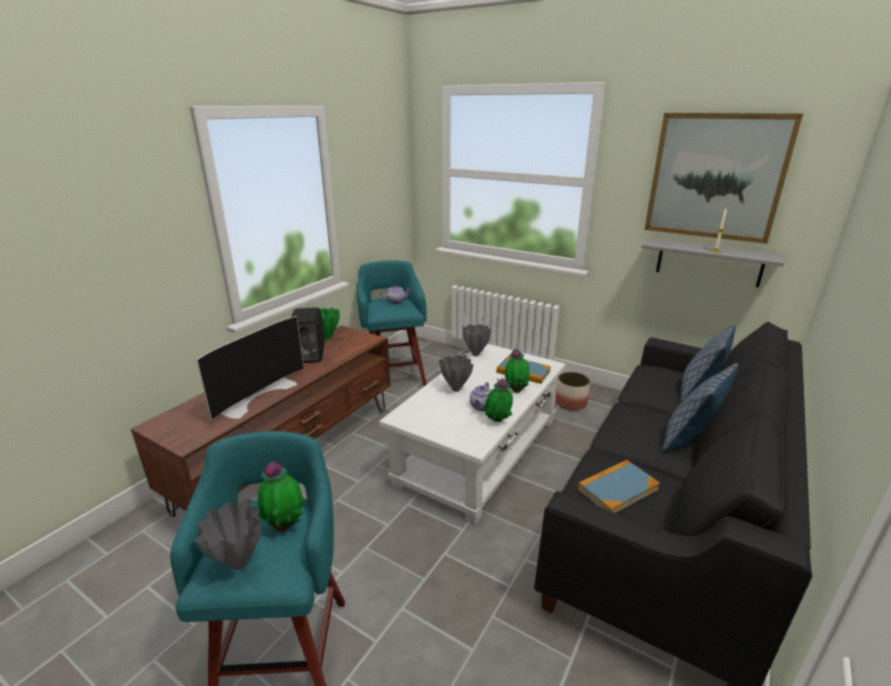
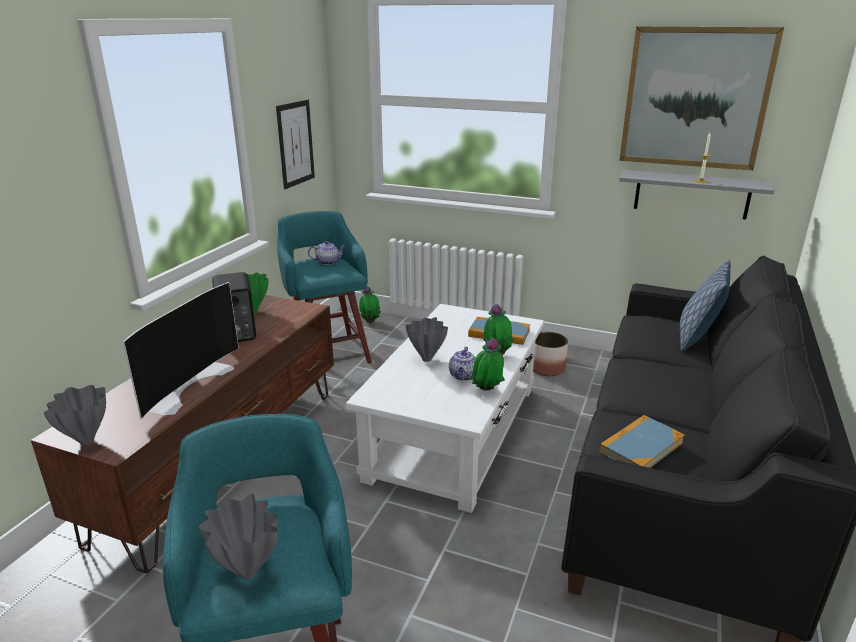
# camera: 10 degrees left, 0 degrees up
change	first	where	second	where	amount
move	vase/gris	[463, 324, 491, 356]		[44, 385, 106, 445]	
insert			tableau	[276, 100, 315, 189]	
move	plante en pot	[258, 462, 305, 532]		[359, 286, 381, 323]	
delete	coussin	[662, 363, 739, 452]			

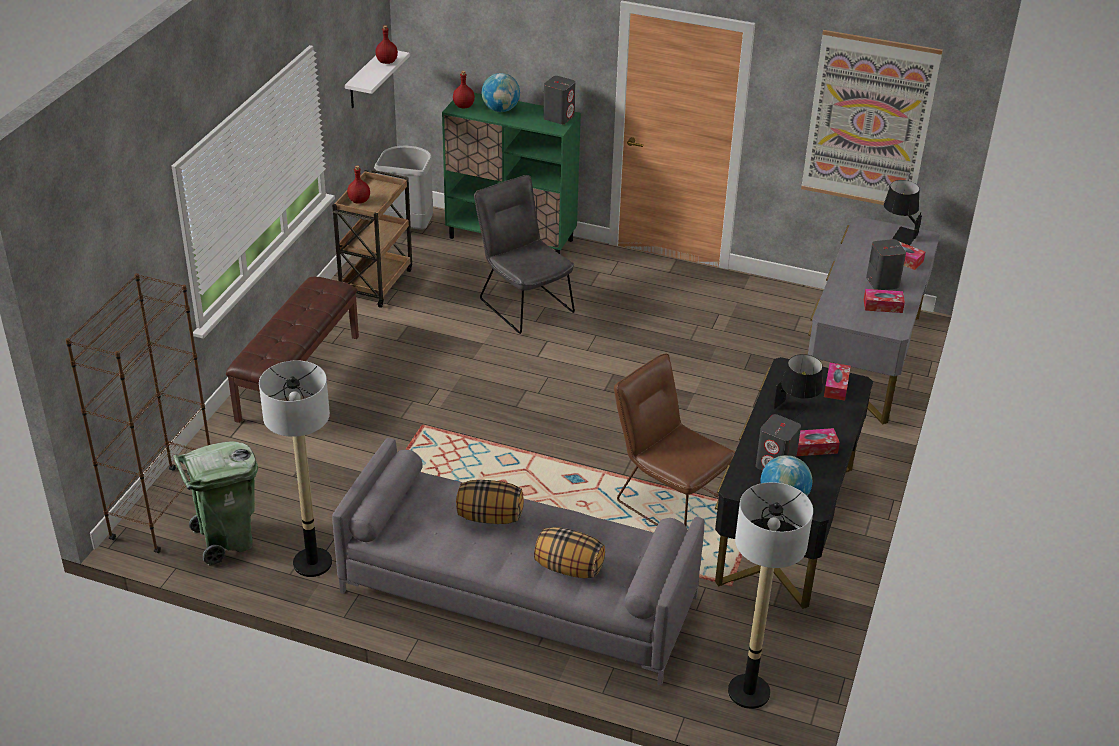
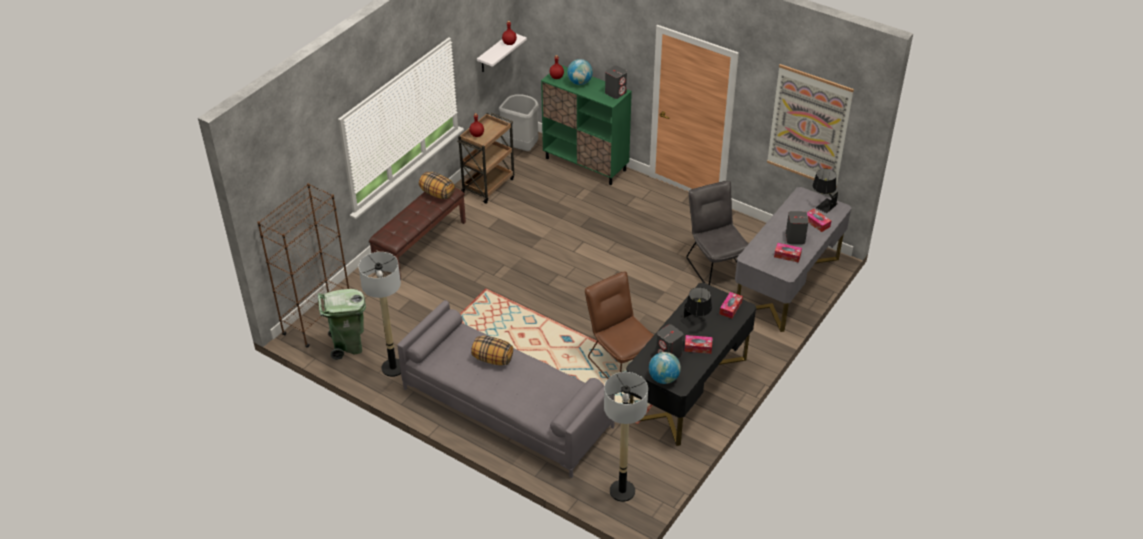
# camera: 15 degrees right, 5 degrees up
change	first	where	second	where	amount
move	coussin	[534, 527, 605, 578]		[419, 172, 455, 199]	
move	chaise/gris	[474, 175, 575, 334]		[686, 181, 748, 285]	

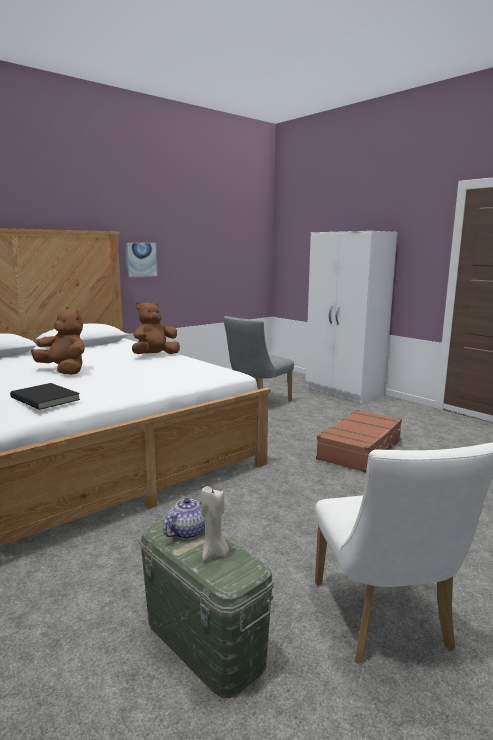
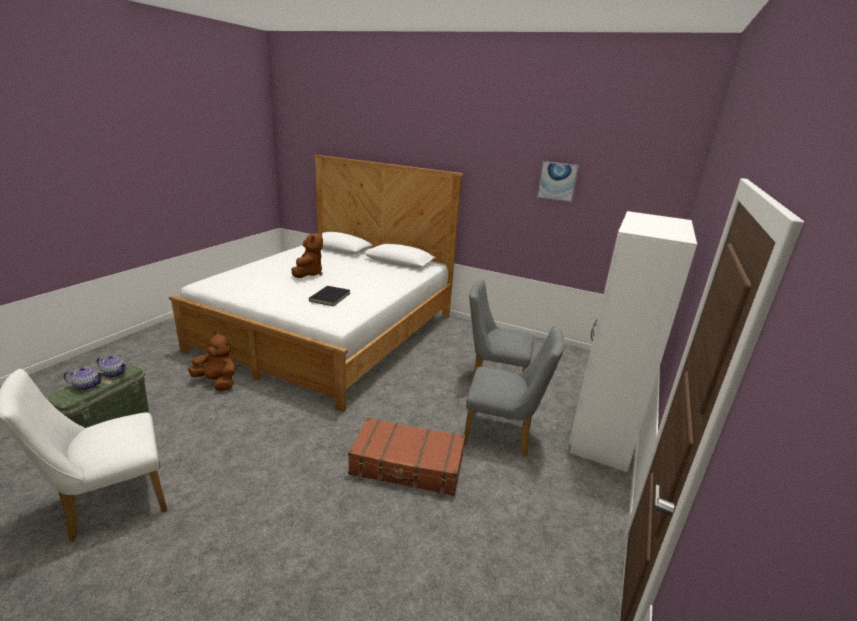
# camera: 65 degrees right, 10 degrees up
change	first	where	second	where	amount
replace	bougie/beige	[201, 486, 229, 561]	théière	[64, 367, 104, 391]	
move	peluche/marron	[132, 302, 180, 354]		[188, 332, 236, 391]	
move	livre/noir	[10, 383, 80, 410]		[309, 286, 350, 306]	
insert			chaise/gris	[464, 326, 564, 456]	
move	tableau	[125, 242, 158, 278]		[537, 161, 579, 202]	

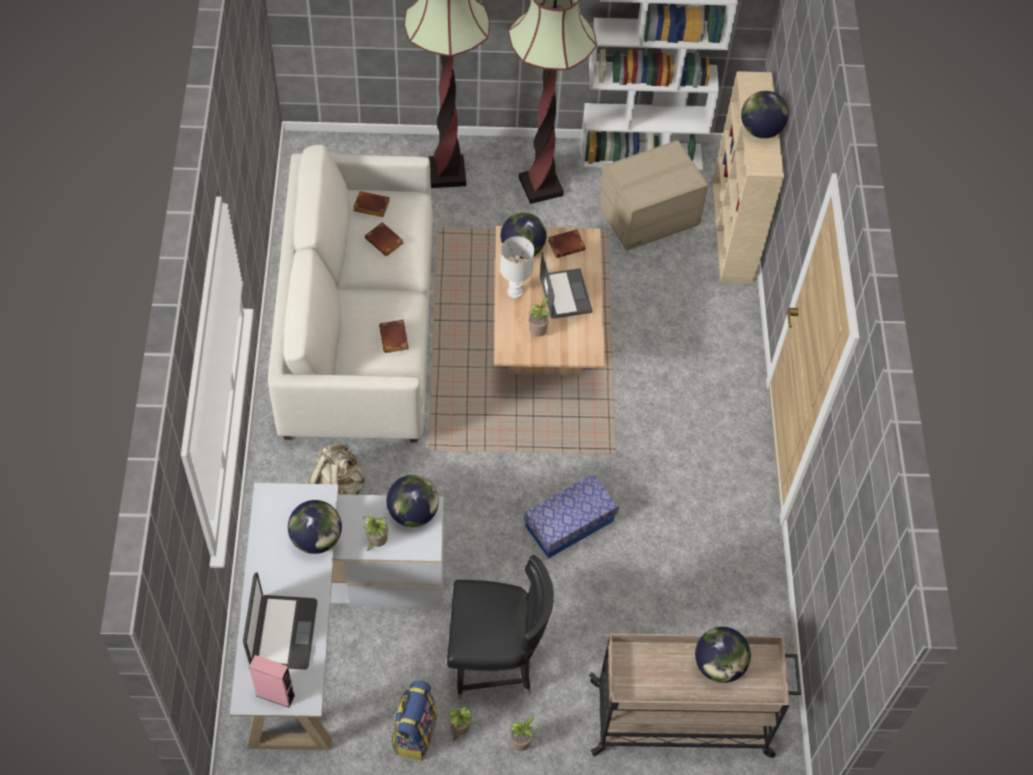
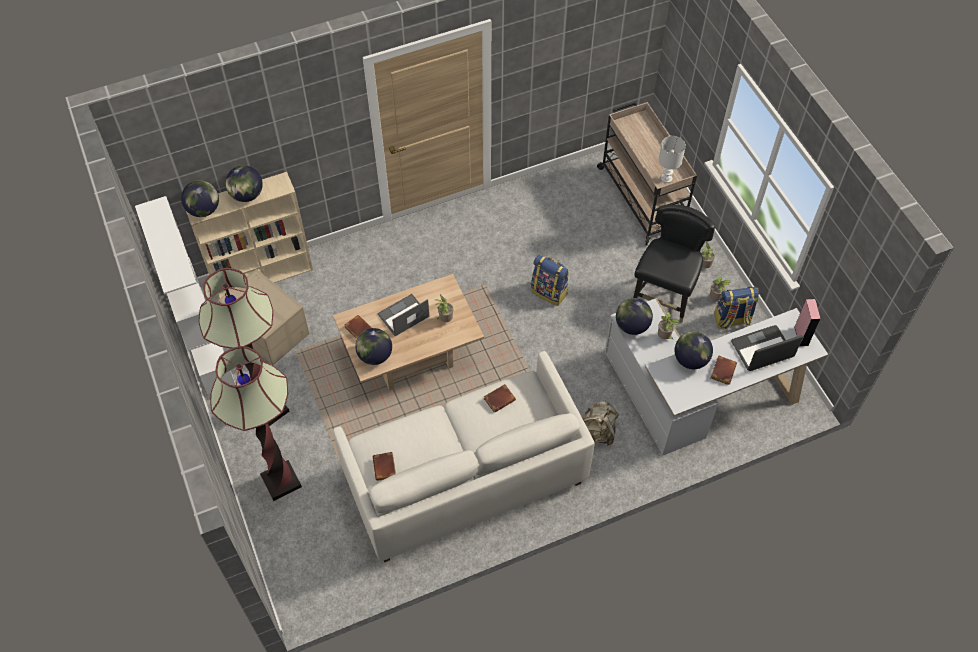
# camera: 110 degrees left, 0 degrees up
change	first	where	second	where	amount
move	globe	[695, 627, 751, 683]		[181, 180, 219, 217]	
replace	boîte de rangement	[524, 474, 619, 559]	sac à dos	[531, 255, 569, 306]	
rotate	chaise/noir	[447, 555, 554, 699]		[633, 204, 715, 323]	45 degrees clockwise
move	lampe de table/blanc	[500, 236, 534, 298]		[659, 136, 686, 183]	
move	livre/marron	[365, 222, 403, 256]		[710, 355, 737, 385]	

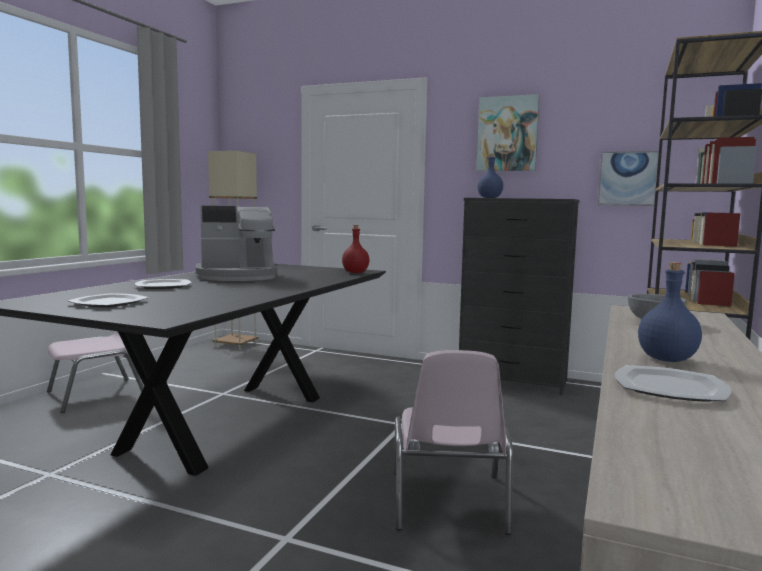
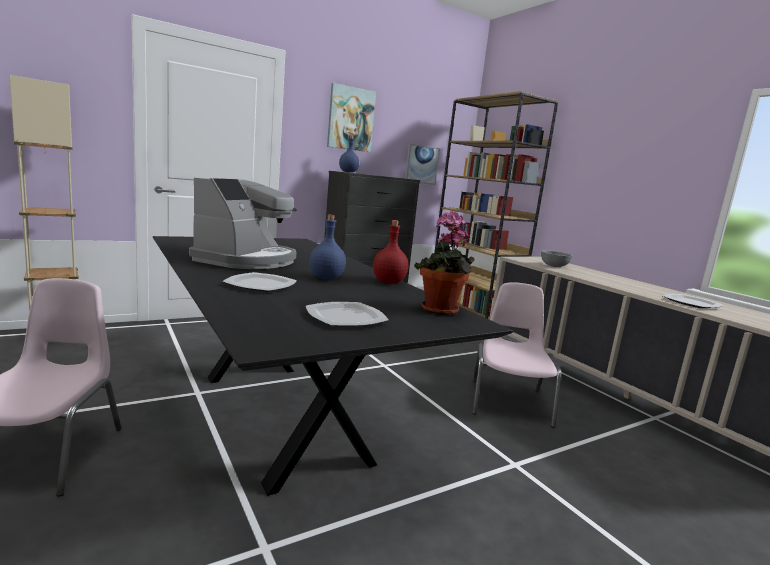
# camera: 55 degrees left, 5 degrees up
change	first	where	second	where	amount
move	bouteille/bleu	[638, 262, 702, 362]		[309, 215, 346, 280]	
move	bouteille/rouge	[342, 225, 370, 273]		[373, 220, 408, 283]	
insert			plante en pot	[414, 211, 475, 315]	
rotate	chaise/rose	[394, 350, 513, 535]		[472, 282, 561, 428]	120 degrees counterclockwise

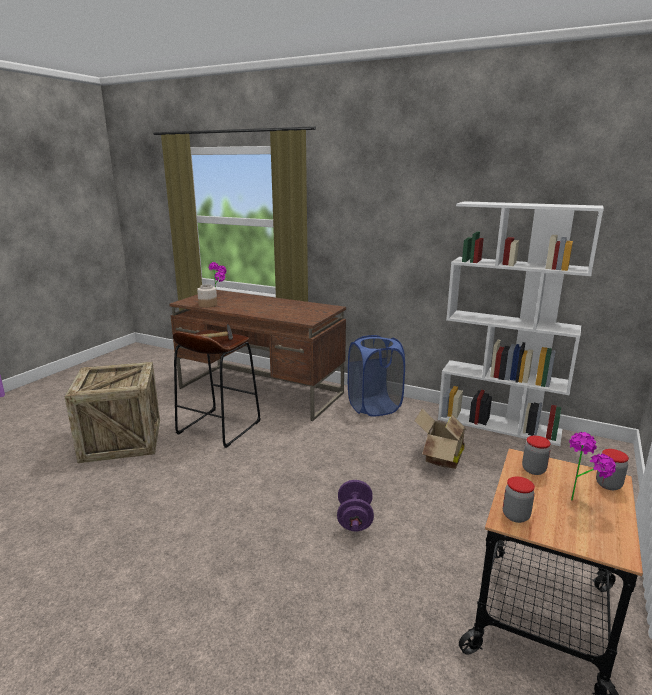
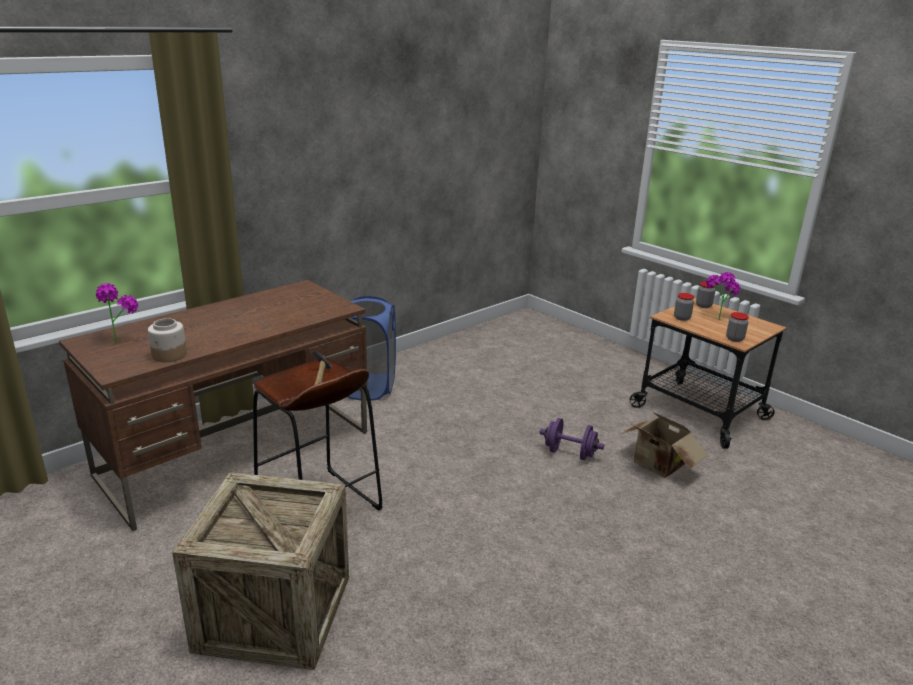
# camera: 70 degrees left, 5 degrees up
change	first	where	second	where	amount
move	carton	[414, 409, 466, 469]		[621, 412, 708, 478]	
delete	bibliothèque/blanc	[438, 201, 604, 446]			

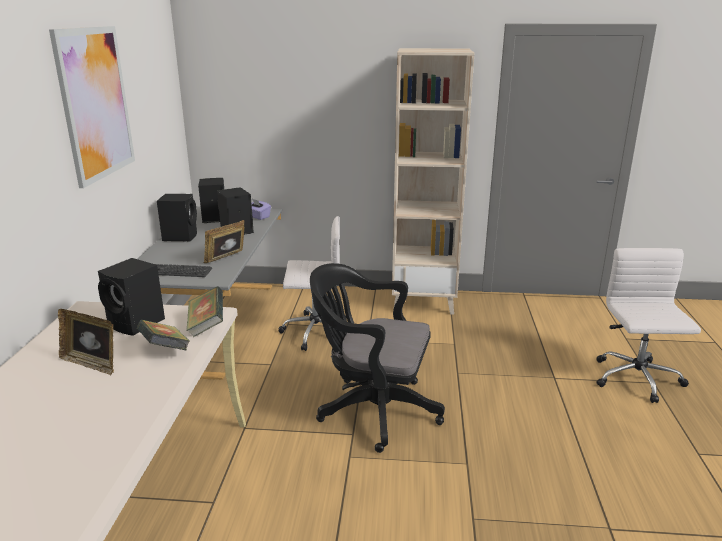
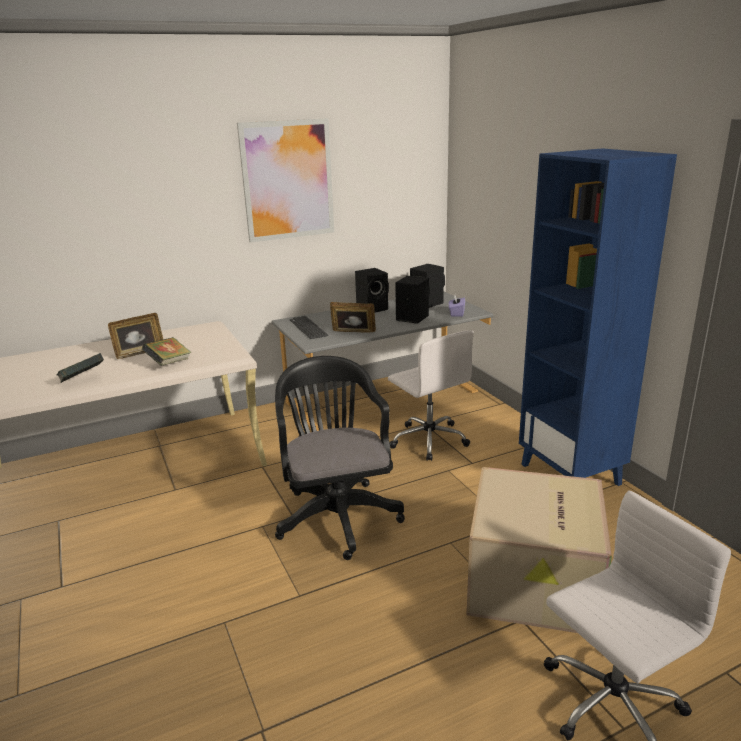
# camera: 60 degrees right, 0 degrees up
change	first	where	second	where	amount
move	livre	[186, 287, 223, 338]		[57, 353, 104, 383]	
rotate	cadre photo	[58, 309, 114, 375]		[108, 313, 163, 359]	120 degrees counterclockwise
insert			carton	[467, 467, 612, 633]	
recolor	bibliothèque/beige	[392, 48, 474, 315]	bibliothèque/bleu	[519, 148, 677, 486]	
delete	enceinte/noir	[98, 258, 165, 336]			

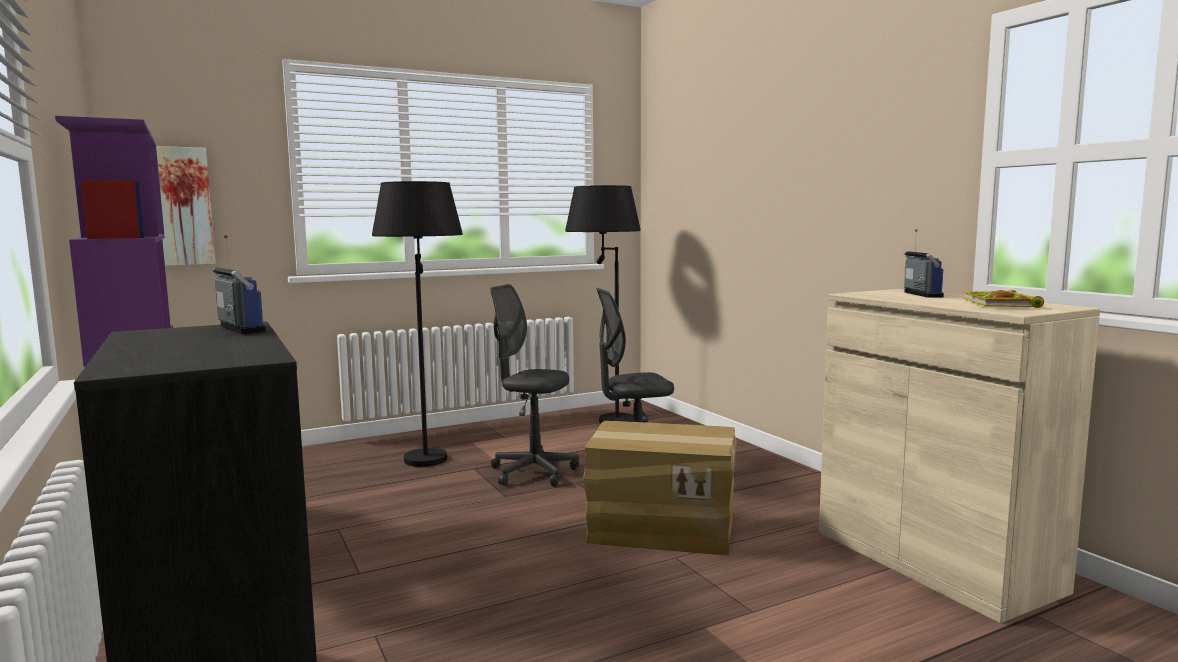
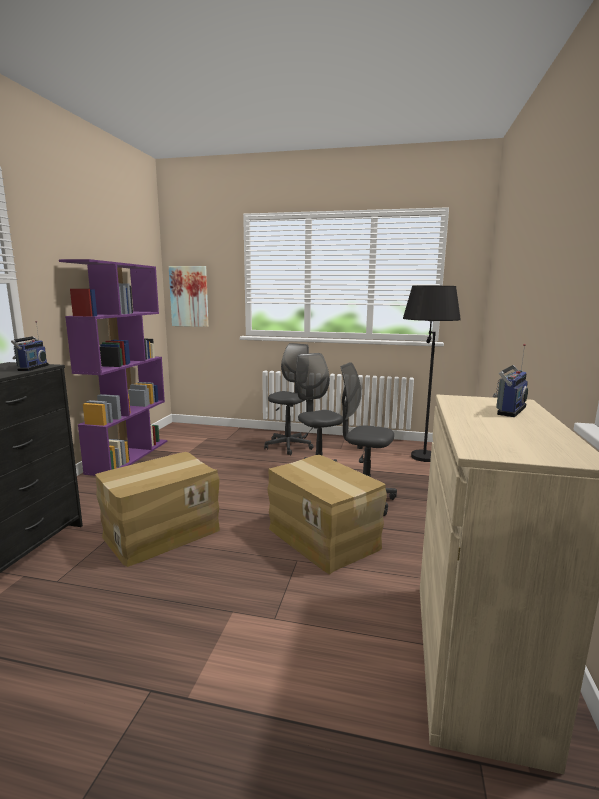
# camera: 40 degrees right, 5 degrees up
change	first	where	second	where	amount
insert			carton	[95, 452, 220, 567]	
replace	lampadaire/noir	[372, 181, 463, 467]	chaise de bureau/gris	[264, 343, 314, 455]	
delete	livre	[963, 290, 1044, 308]			

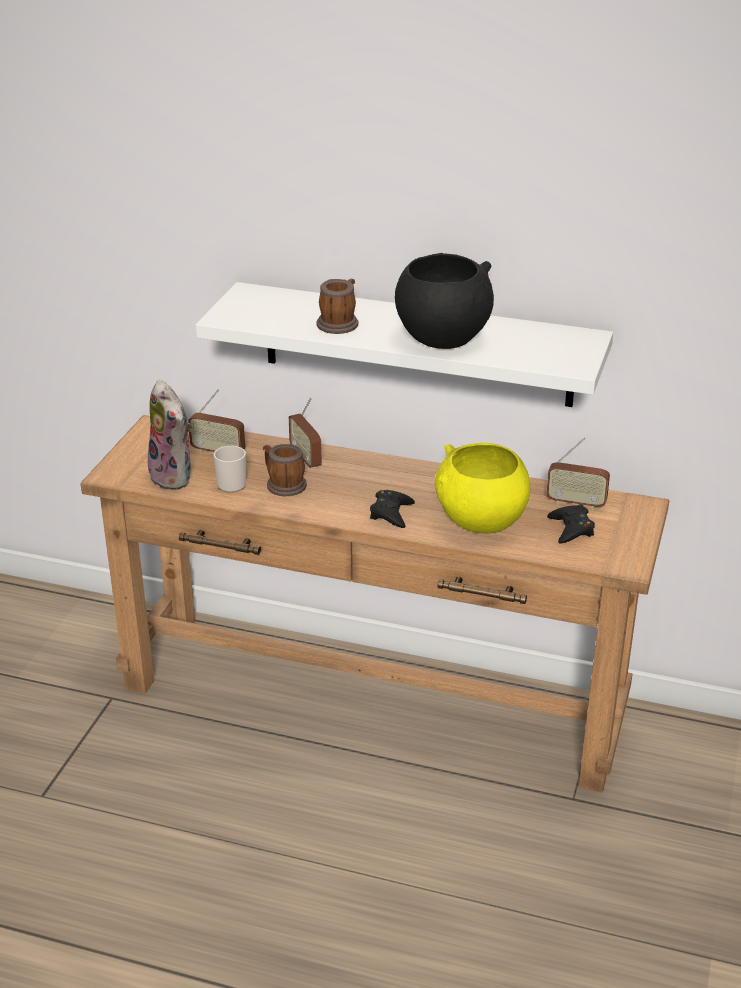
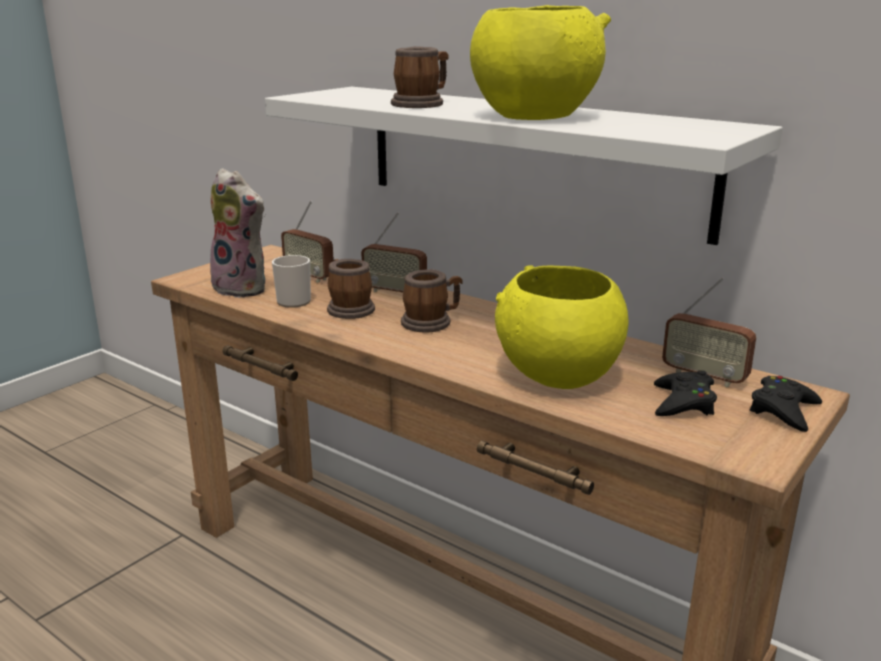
# camera: 20 degrees right, 10 degrees down
change	first	where	second	where	amount
rotate	peluche	[145, 380, 193, 490]		[210, 168, 266, 298]	45 degrees counterclockwise
rotate	radio	[289, 397, 322, 469]		[361, 212, 427, 292]	60 degrees counterclockwise
insert			mug	[401, 269, 463, 333]	
recolor	bol/noir	[395, 253, 494, 349]	bol/jaune	[470, 5, 611, 120]	
move	manette/noir	[370, 490, 415, 528]		[750, 376, 822, 432]	

